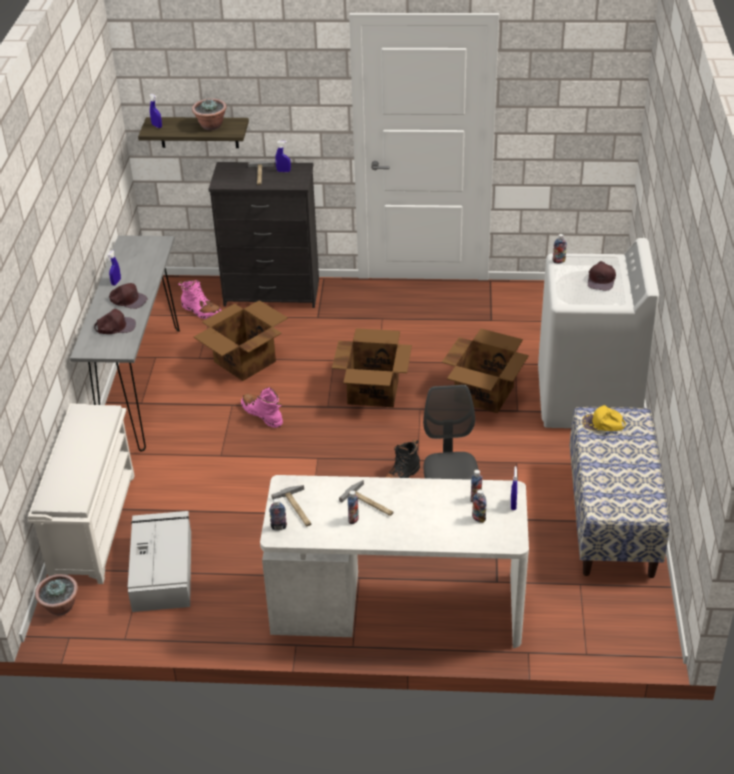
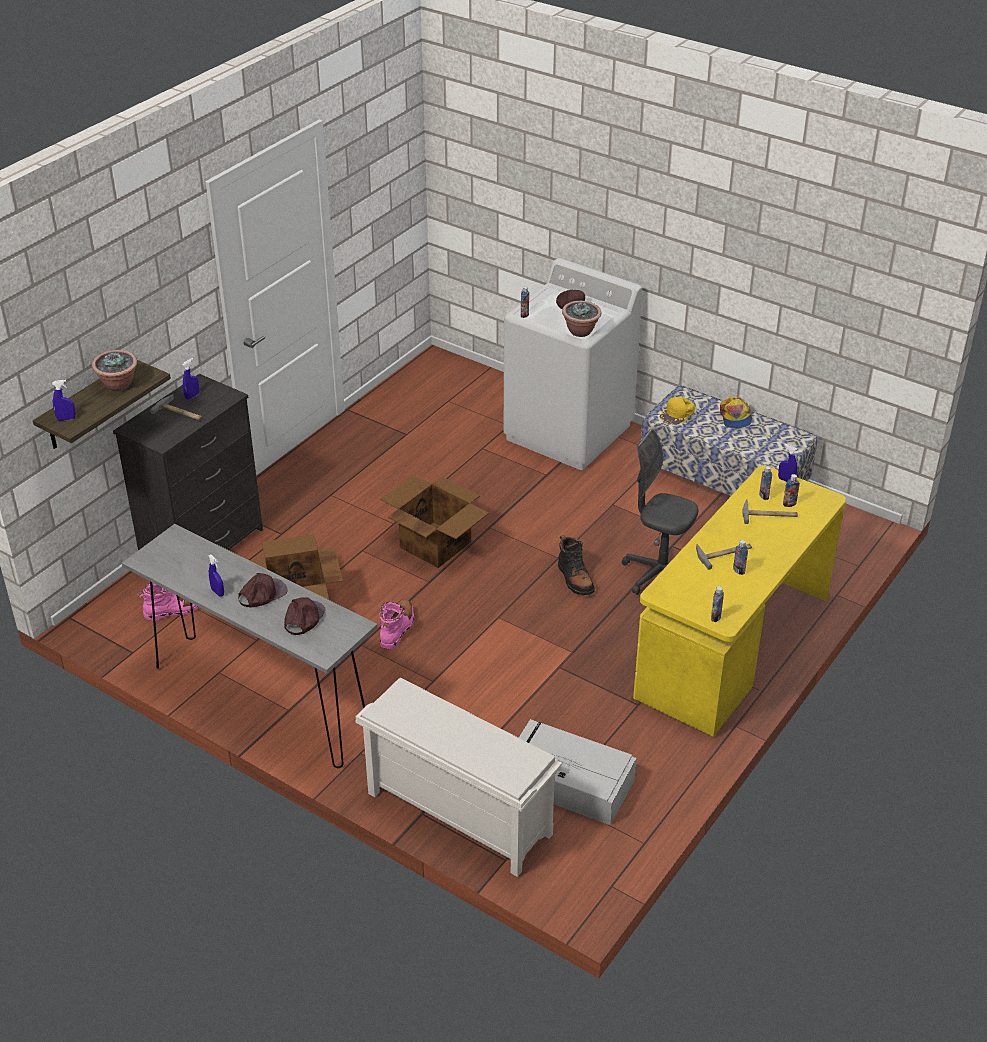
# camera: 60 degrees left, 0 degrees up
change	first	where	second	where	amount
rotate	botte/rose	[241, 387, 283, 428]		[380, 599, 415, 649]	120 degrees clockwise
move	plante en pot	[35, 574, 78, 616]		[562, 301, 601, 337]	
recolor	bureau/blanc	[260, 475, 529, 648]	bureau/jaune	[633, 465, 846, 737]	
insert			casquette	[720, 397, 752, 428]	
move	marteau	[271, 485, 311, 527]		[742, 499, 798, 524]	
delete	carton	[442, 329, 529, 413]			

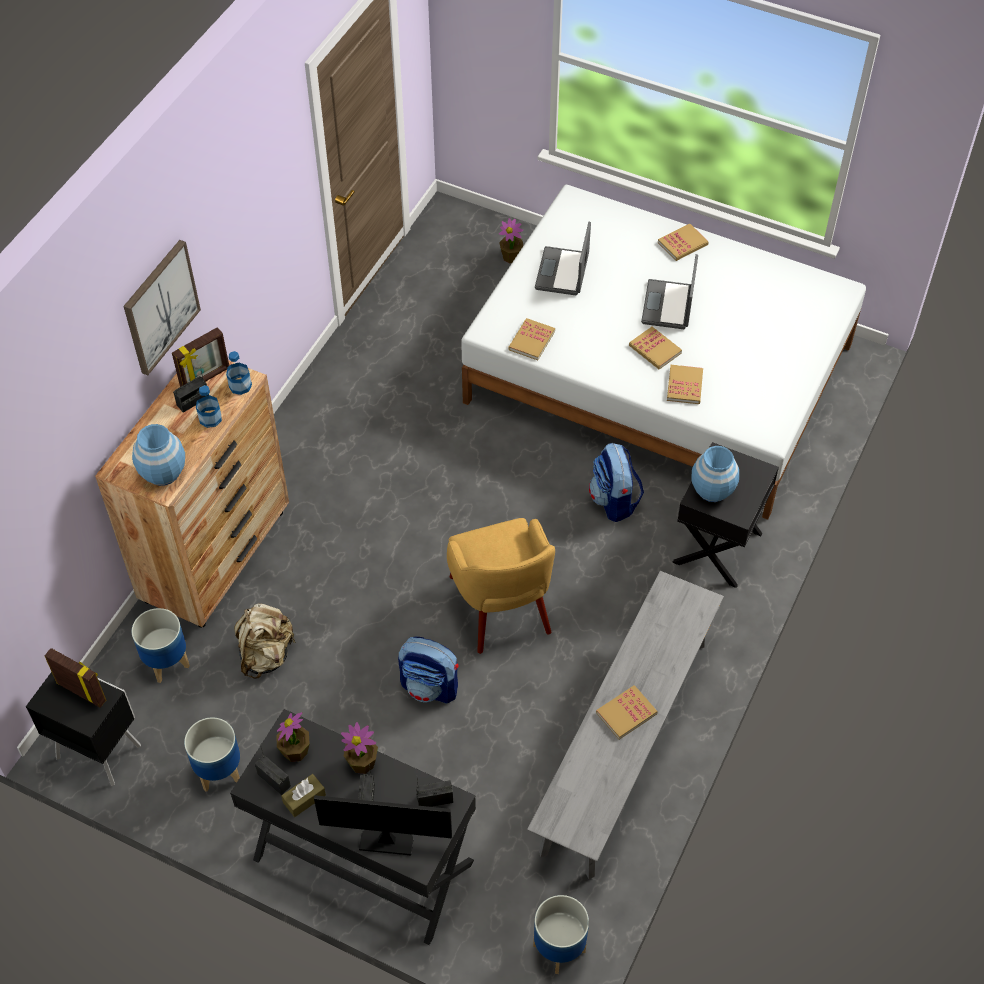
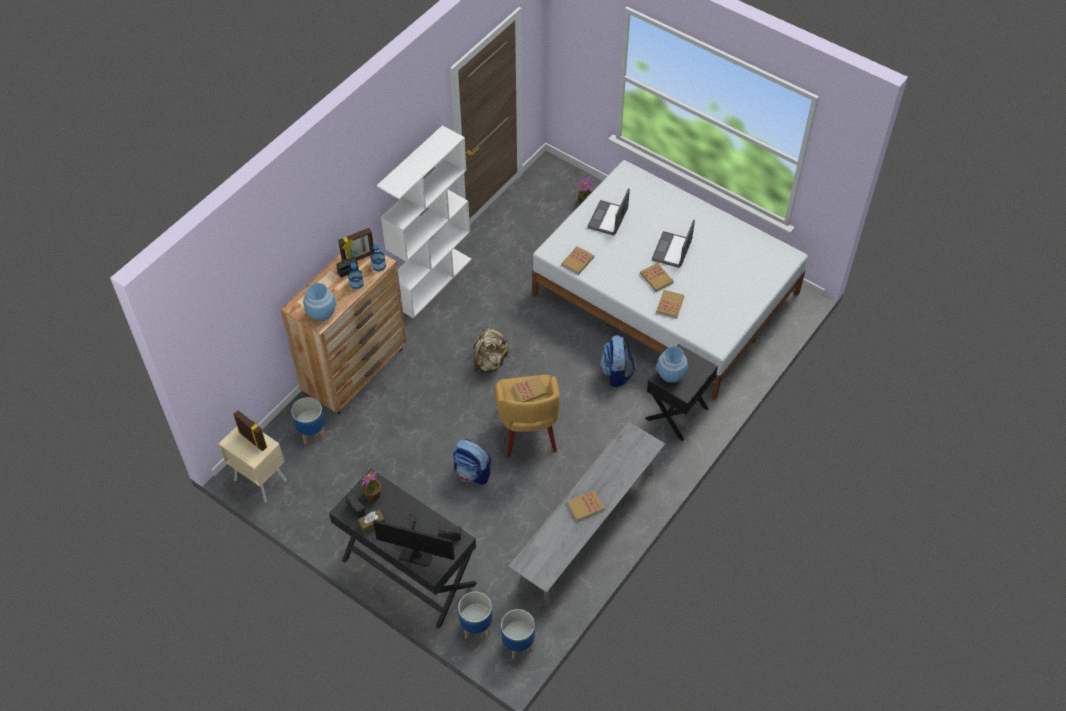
# camera: 10 degrees right, 0 degrees up
change	first	where	second	where	amount
recolor	table de chevet/noir	[26, 672, 141, 786]	table de chevet/beige	[219, 426, 287, 502]	
insert			bibliothèque/blanc	[377, 125, 472, 318]	
move	cache-pot	[184, 717, 240, 792]		[458, 592, 492, 639]	
move	sac à dos/beige	[234, 604, 296, 679]		[473, 328, 509, 375]	
move	livre	[658, 223, 709, 261]		[512, 375, 548, 402]	
delete	tableau	[123, 240, 201, 375]			
delete	plante en pot	[341, 722, 378, 774]			

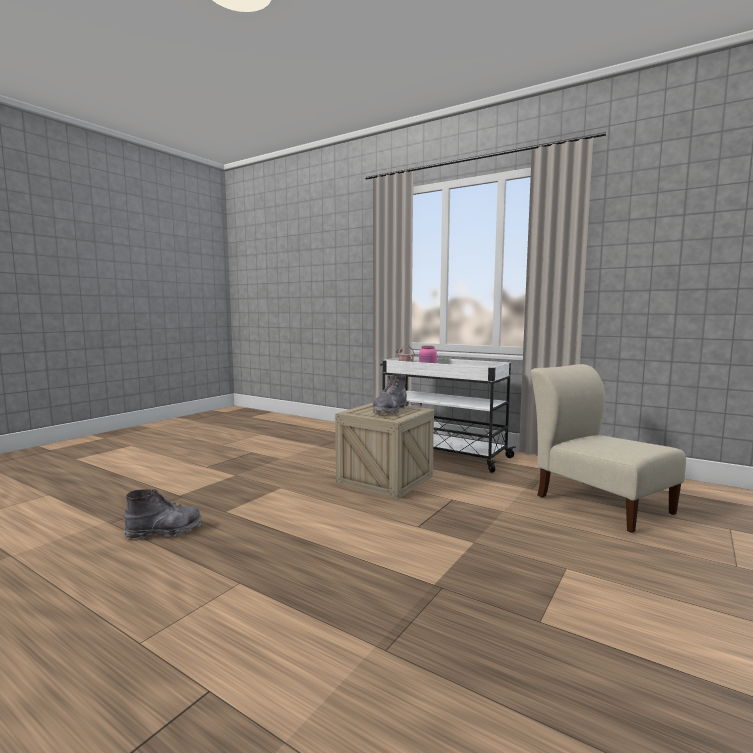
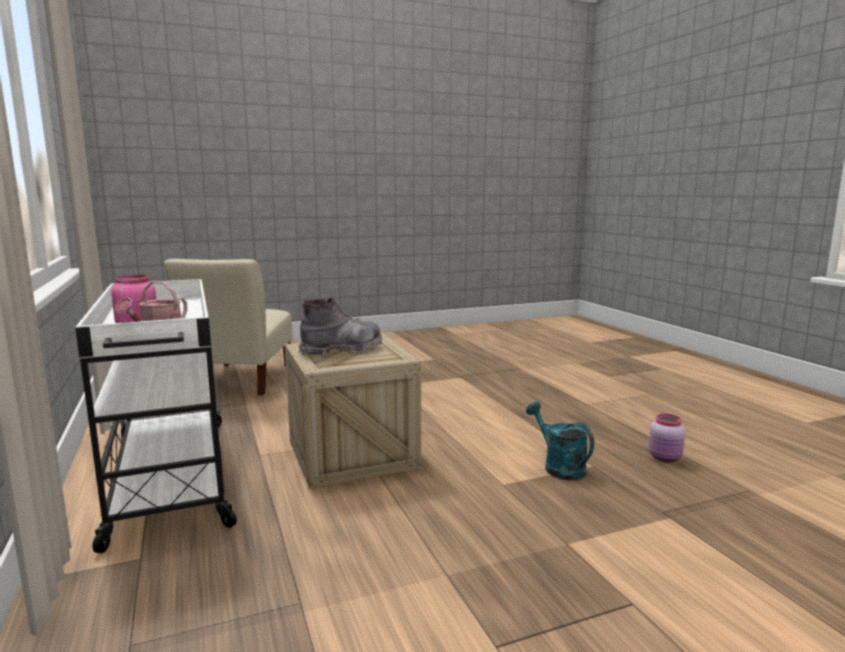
# camera: 145 degrees left, 5 degrees up
change	first	where	second	where	amount
insert			arrosoir/turquoise	[526, 402, 594, 480]	
replace	botte/gris	[124, 489, 202, 540]	bocal/rose	[649, 414, 685, 463]	

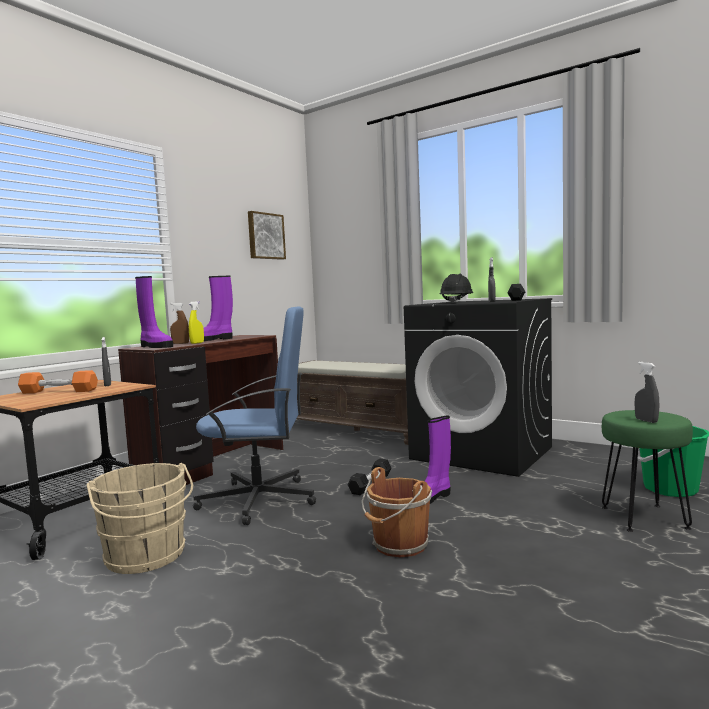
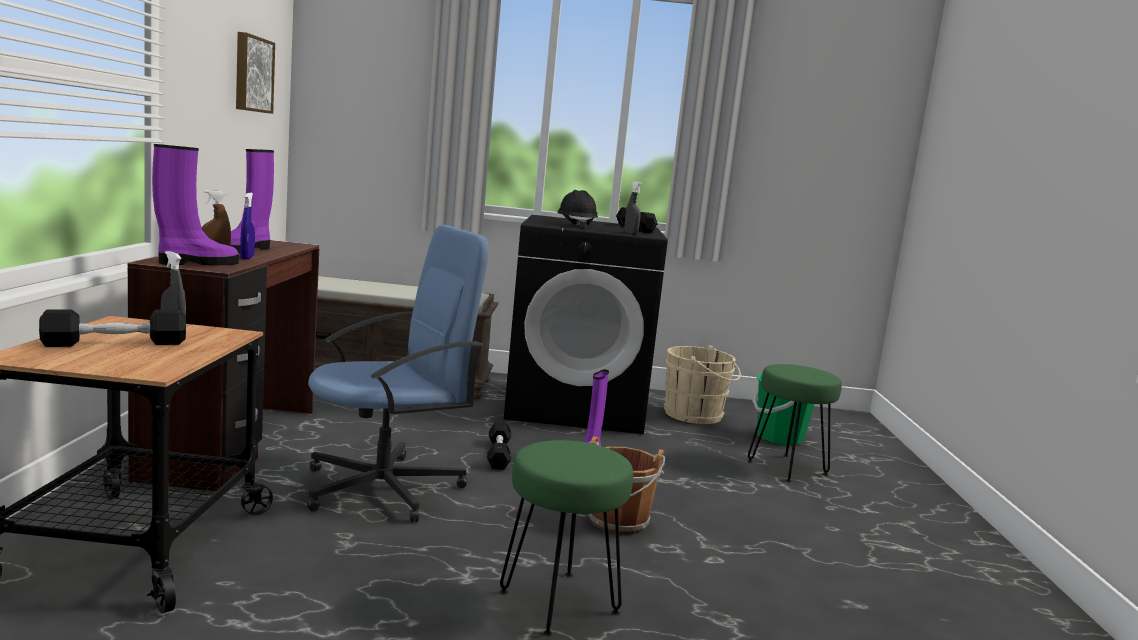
# camera: 35 degrees left, 5 degrees up
change	first	where	second	where	amount
recolor	haltère/orange	[18, 370, 98, 394]	haltère/noir	[39, 309, 186, 347]	
rotate	botte/violet	[135, 276, 173, 348]		[152, 144, 239, 265]	45 degrees counterclockwise
recolor	vaporisateur/jaune	[189, 301, 204, 344]	vaporisateur/bleu	[240, 192, 255, 260]	
insert			tabouret/vert	[500, 440, 633, 636]	
move	seau/beige	[87, 463, 193, 574]		[664, 345, 741, 424]	
delete	vaporisateur/gris	[635, 362, 660, 423]			

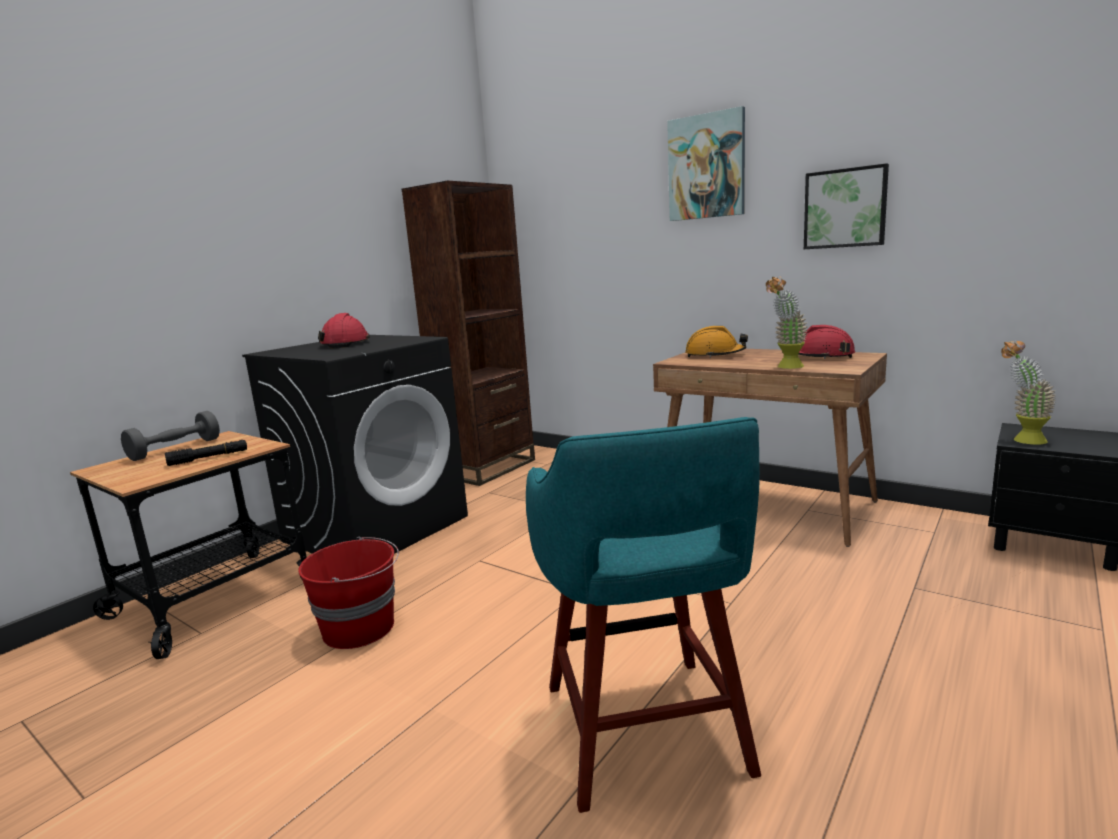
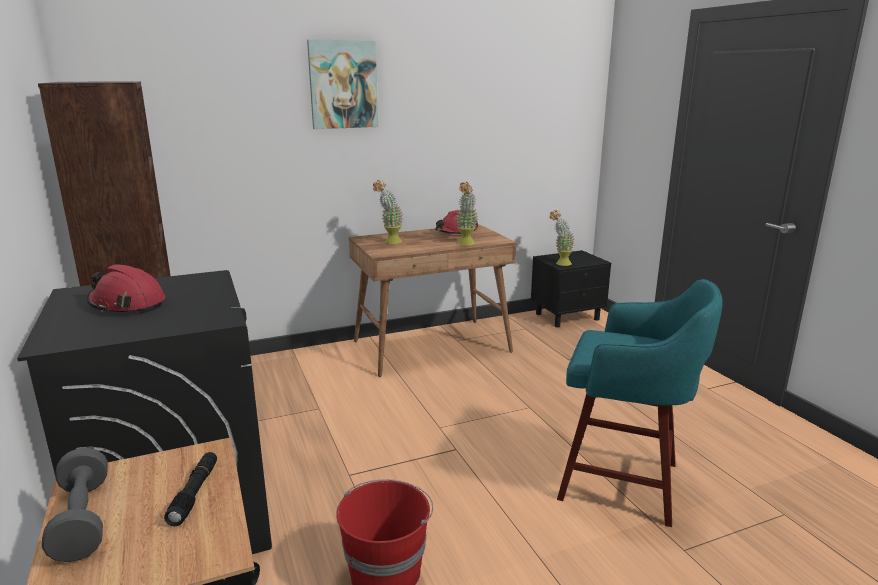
# camera: 60 degrees left, 5 degrees up
change	first	where	second	where	amount
replace	casque de chantier/orange	[685, 326, 748, 357]	plante en pot	[373, 180, 403, 244]	
delete	tableau	[804, 163, 889, 249]			

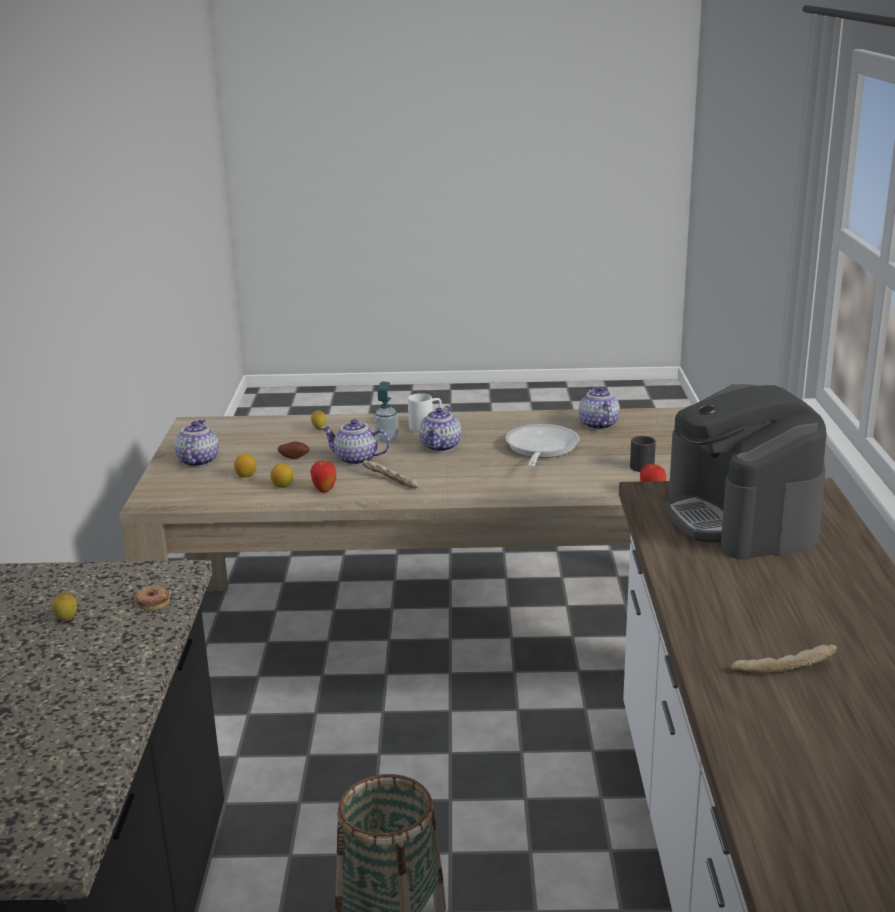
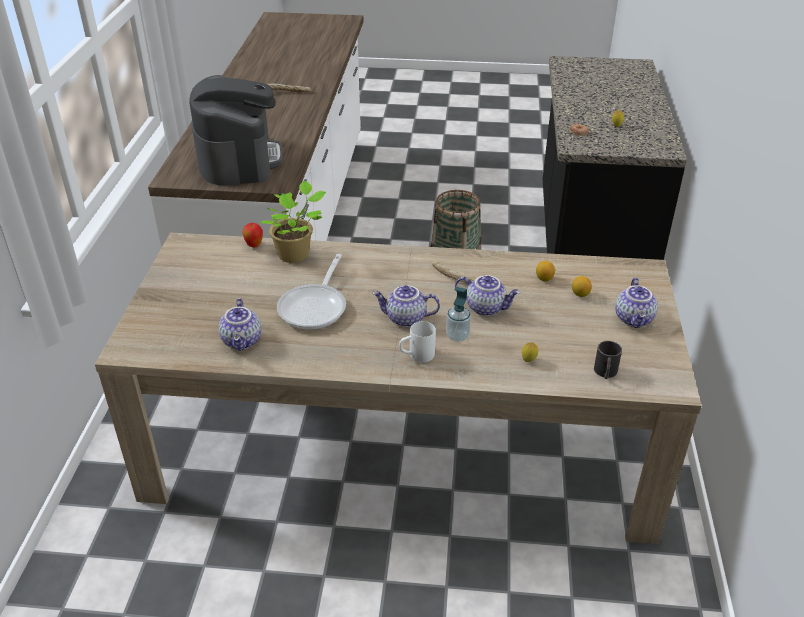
# camera: 175 degrees left, 15 degrees up
change	first	where	second	where	amount
insert			plante en pot	[260, 181, 326, 263]	
rotate	théière	[419, 406, 462, 452]		[372, 285, 440, 327]	105 degrees counterclockwise
move	mug/noir	[630, 436, 656, 472]		[594, 341, 622, 379]	
delete	pomme de terre	[278, 442, 310, 459]			
delete	pomme	[310, 460, 336, 493]			

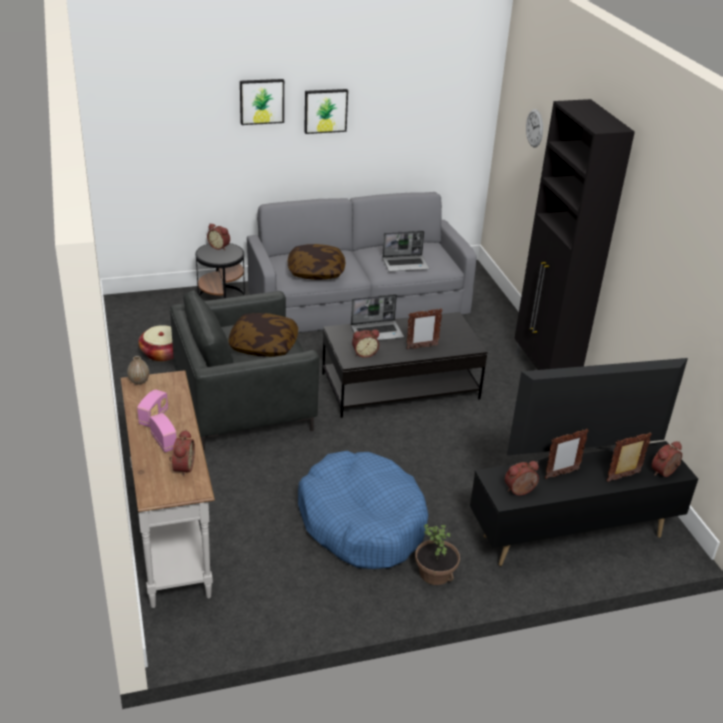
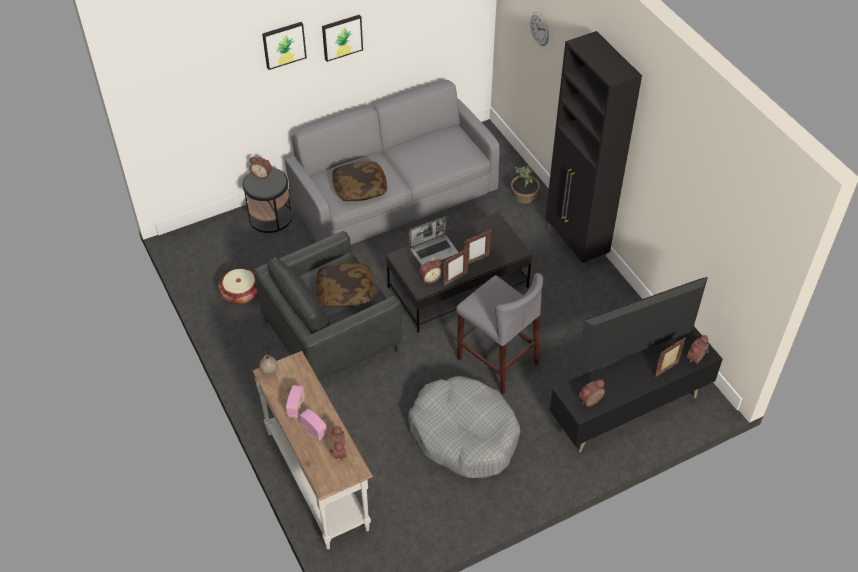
# camera: 10 degrees left, 15 degrees up
change	first	where	second	where	amount
recolor	panier pour chien/bleu	[298, 451, 428, 569]	panier pour chien/gris	[408, 376, 520, 478]	
move	cadre photo	[545, 429, 589, 479]		[443, 248, 469, 286]	
insert			tabouret/gris	[456, 273, 543, 394]	
move	plante en pot	[415, 524, 460, 585]		[511, 165, 540, 204]	
delete	ordinateur portable	[382, 231, 429, 271]			

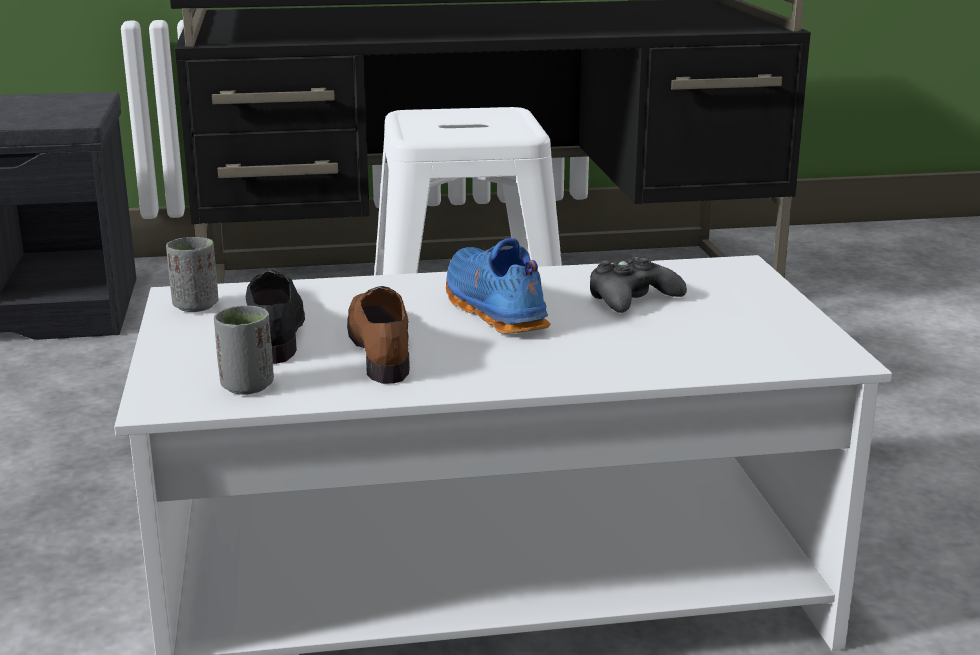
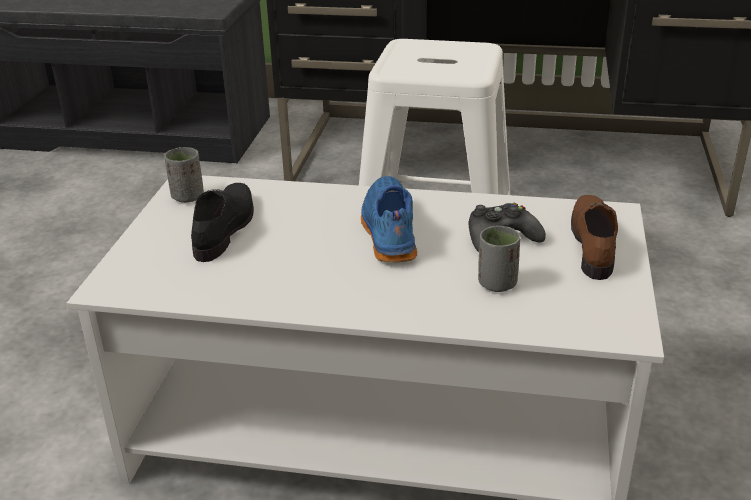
# camera: 20 degrees right, 10 degrees up
change	first	where	second	where	amount
move	tasse/gris	[214, 306, 274, 395]		[478, 226, 521, 292]	
move	chaussure/marron	[347, 286, 410, 384]		[571, 195, 618, 280]	

